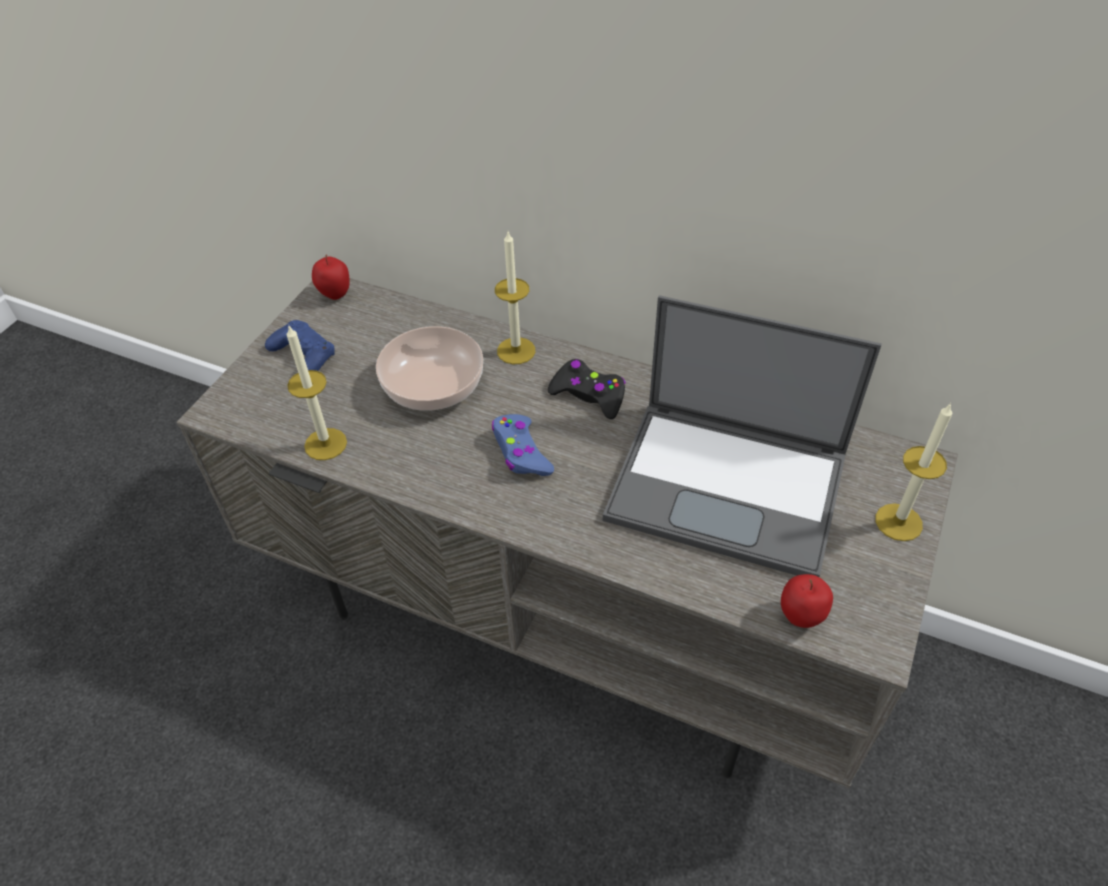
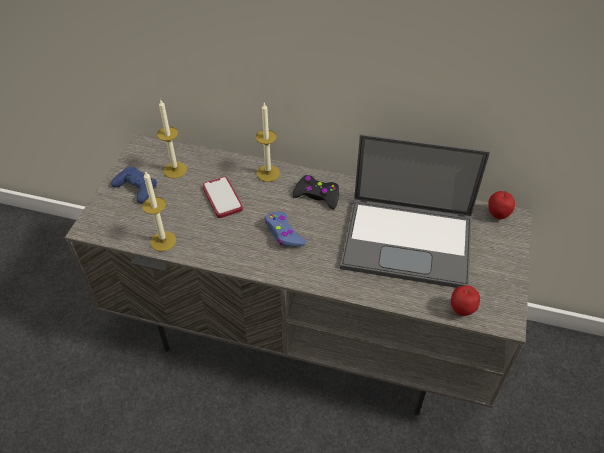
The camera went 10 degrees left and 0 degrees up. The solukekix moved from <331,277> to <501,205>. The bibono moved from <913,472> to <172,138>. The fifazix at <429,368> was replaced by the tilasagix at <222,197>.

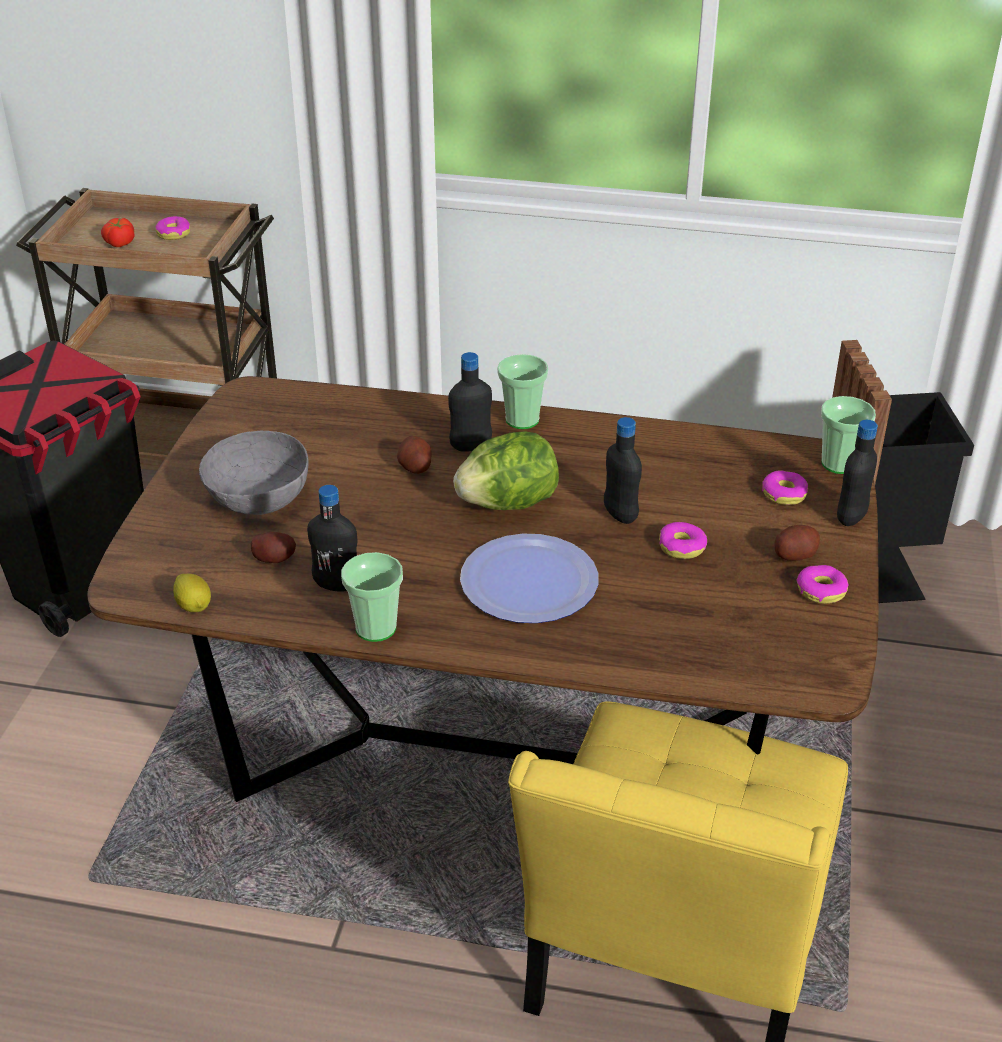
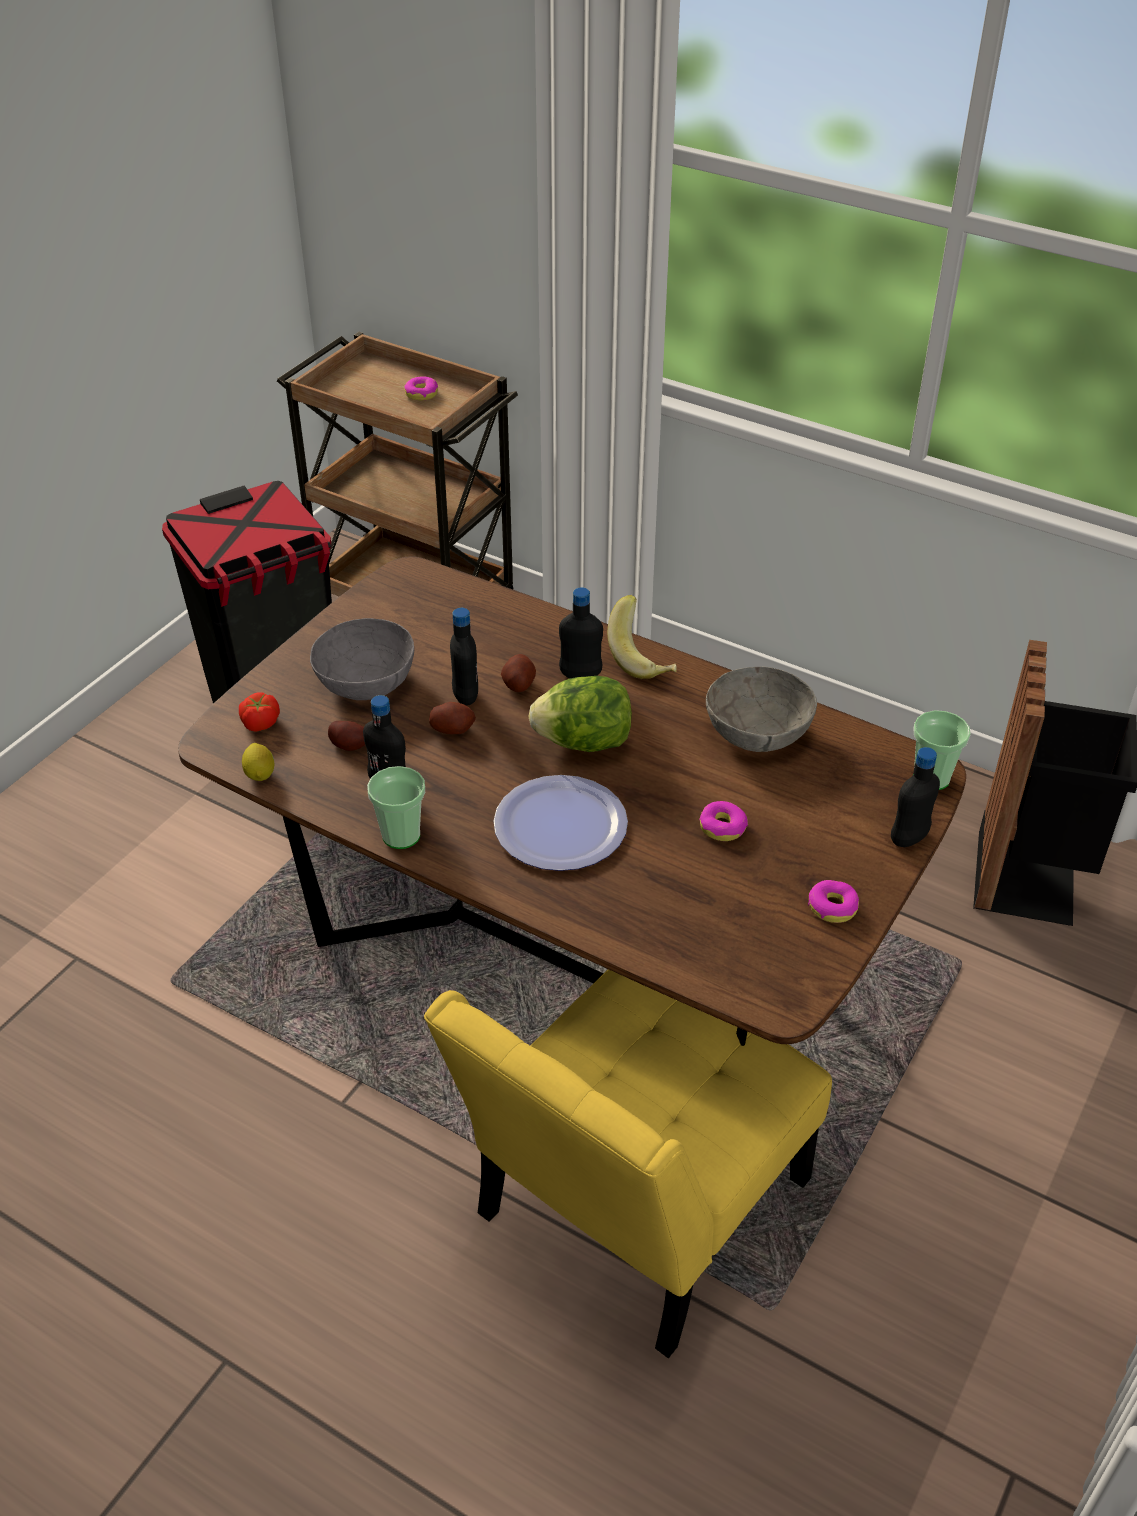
The camera went 20 degrees right and 5 degrees up. The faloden at <785,487> disappeared. The grey_fifazix at <761,709> appeared. The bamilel moved from <117,232> to <259,712>. The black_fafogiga moved from <623,470> to <464,657>. The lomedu moved from <797,543> to <452,718>. The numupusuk at <523,391> was replaced by the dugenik at <642,637>.

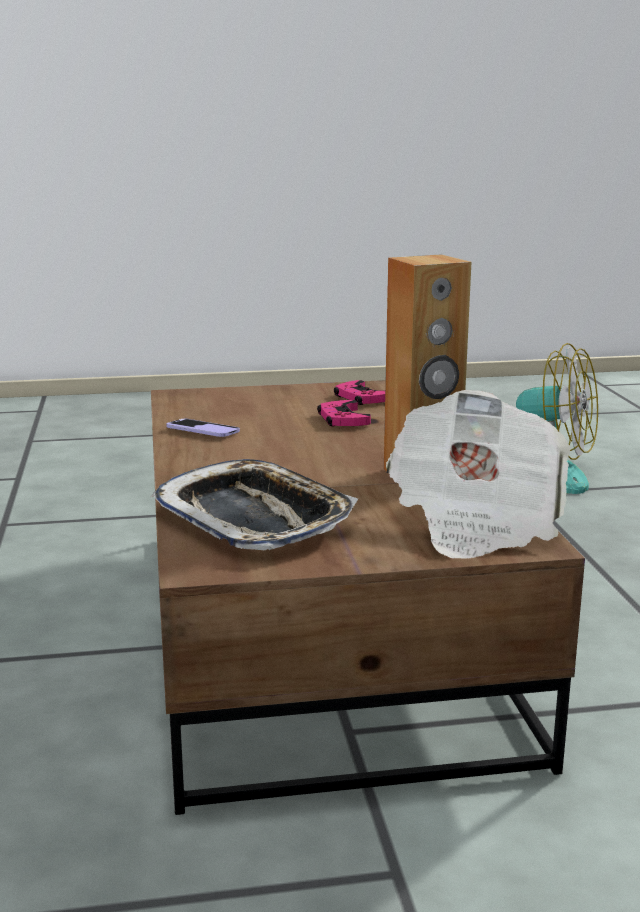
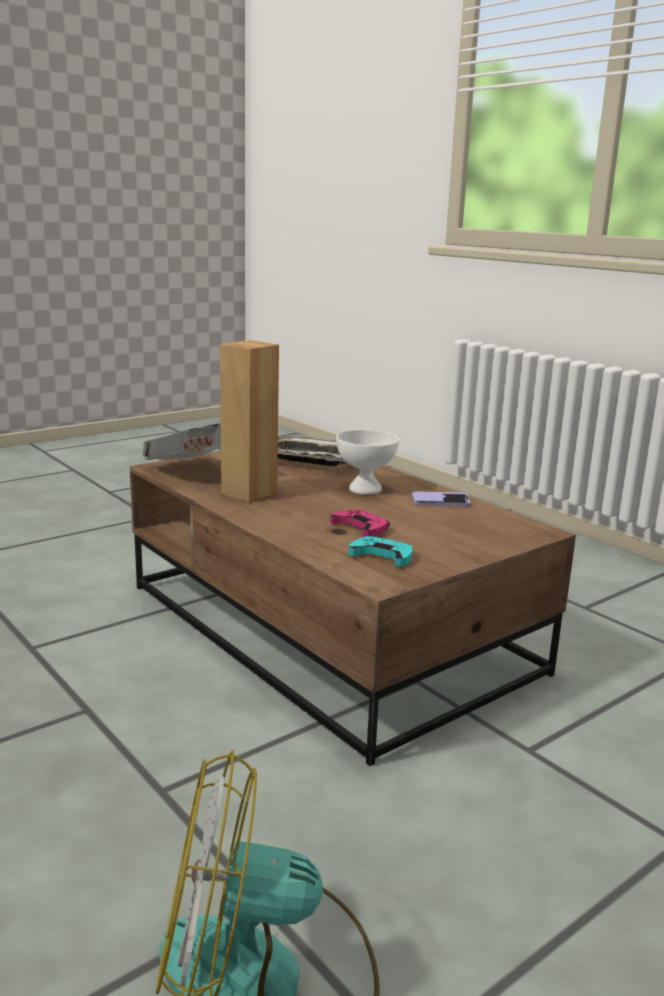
The camera went 150 degrees right and 0 degrees up. The white_fifazix at <367,462> appeared. The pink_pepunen at <359,392> became the turquoise_pepunen at <380,551>.

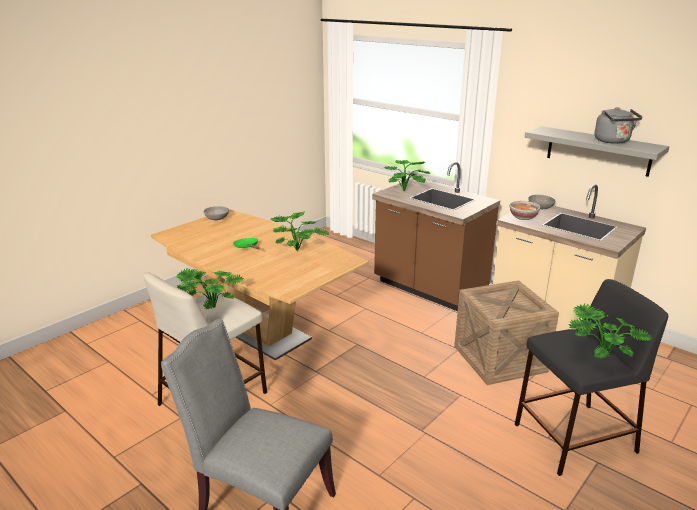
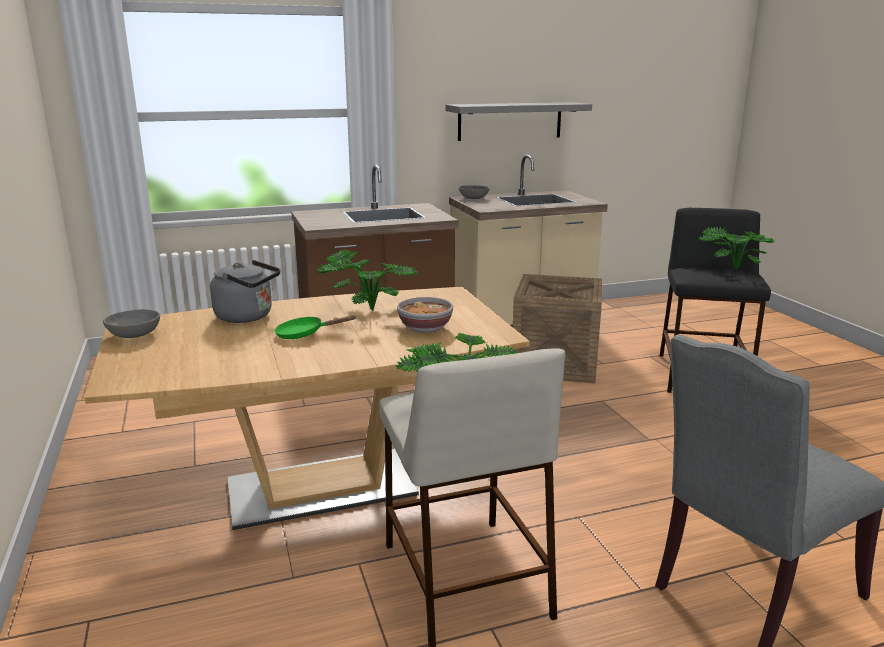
The camera went 60 degrees left and 5 degrees down. The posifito at <407,175> disappeared. The fifazix moved from <525,210> to <425,315>. The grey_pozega moved from <618,125> to <245,291>.

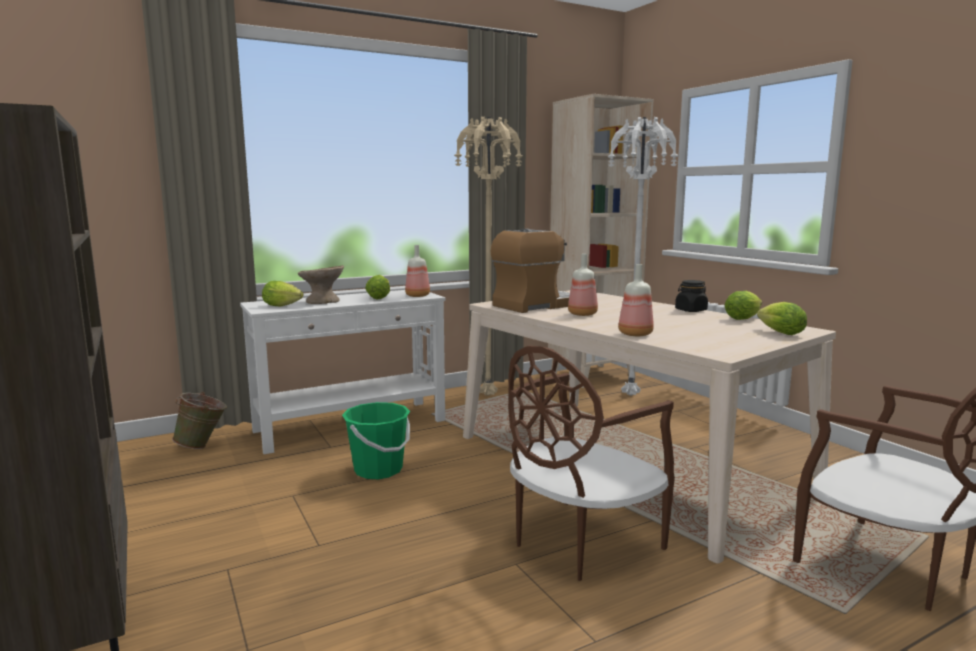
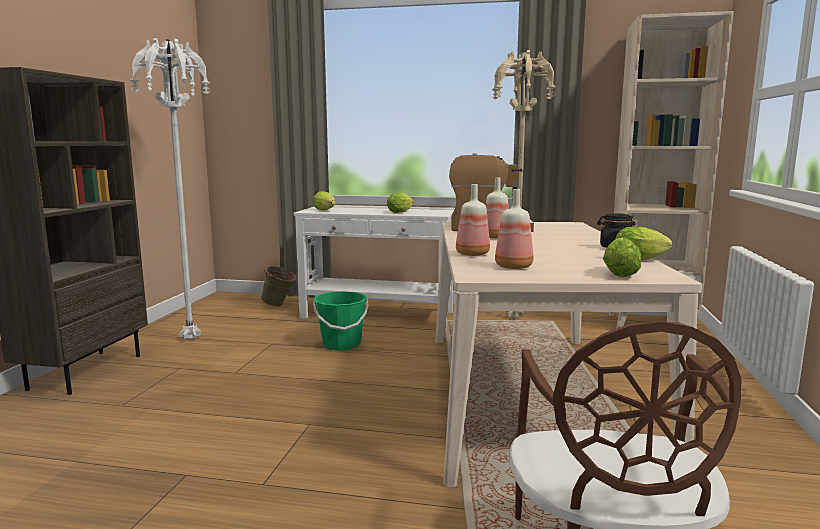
The camera went 40 degrees right and 0 degrees up. The beige_fifazix at <321,284> disappeared. The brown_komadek at <591,463> disappeared. The fafogiga moved from <417,271> to <514,229>. The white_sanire moved from <643,256> to <170,188>.

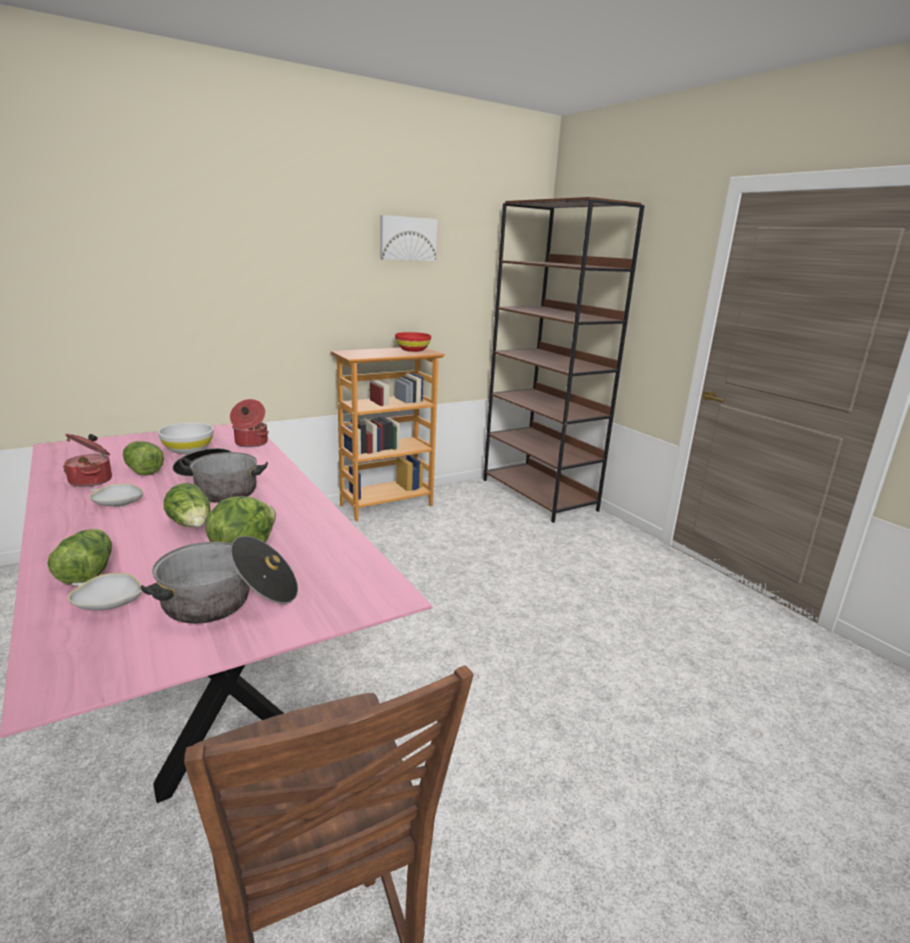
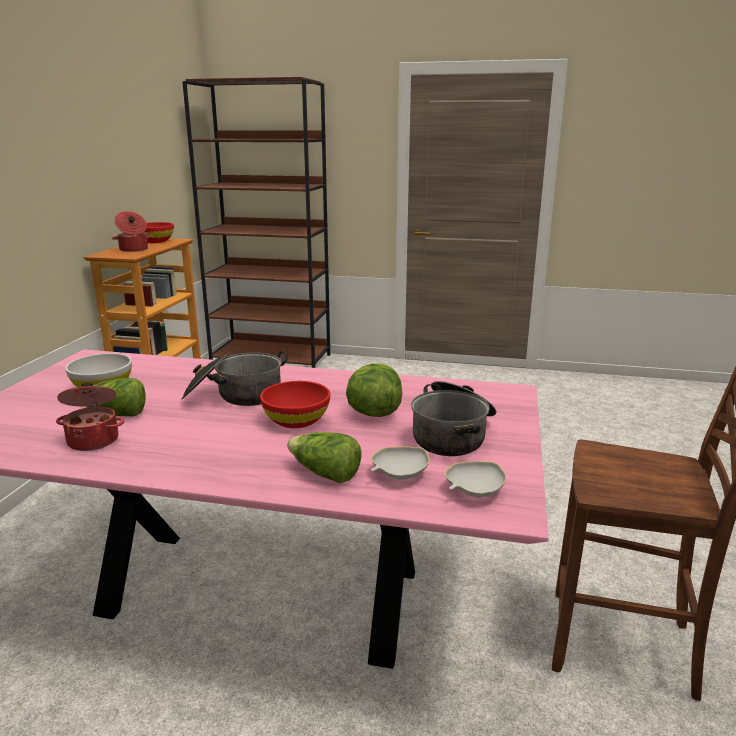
The camera went 45 degrees left and 0 degrees up. The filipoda at <408,238> disappeared. The white_fifazix moved from <116,495> to <475,479>. The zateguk moved from <249,423> to <132,231>. The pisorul at <187,505> was replaced by the red_fifazix at <295,404>.

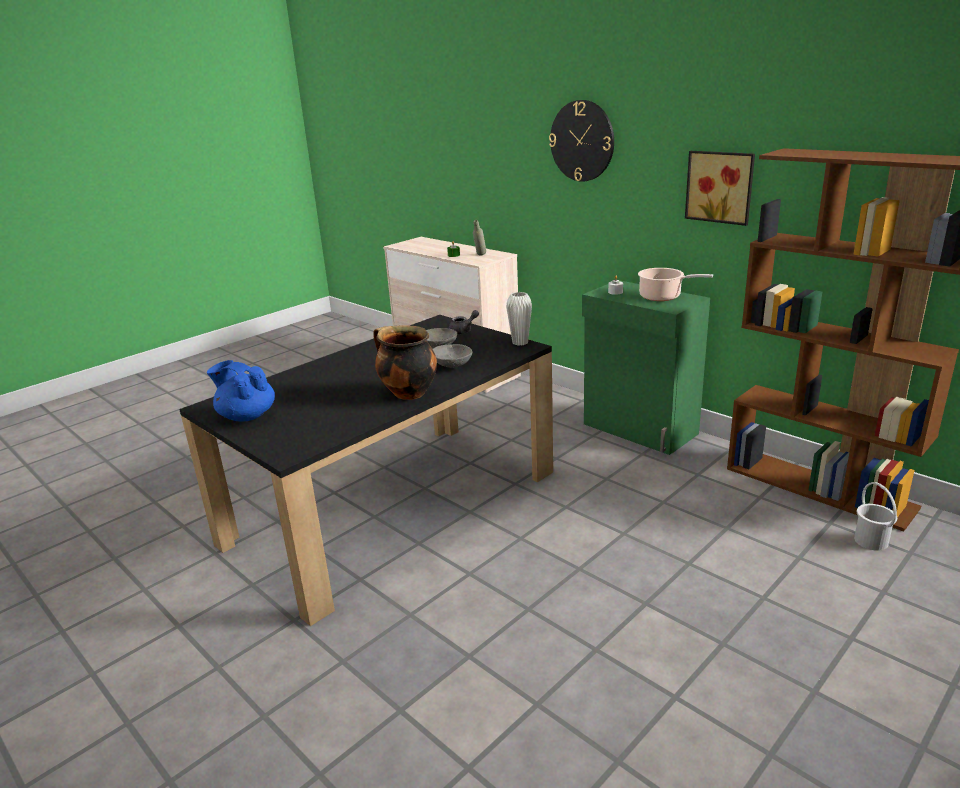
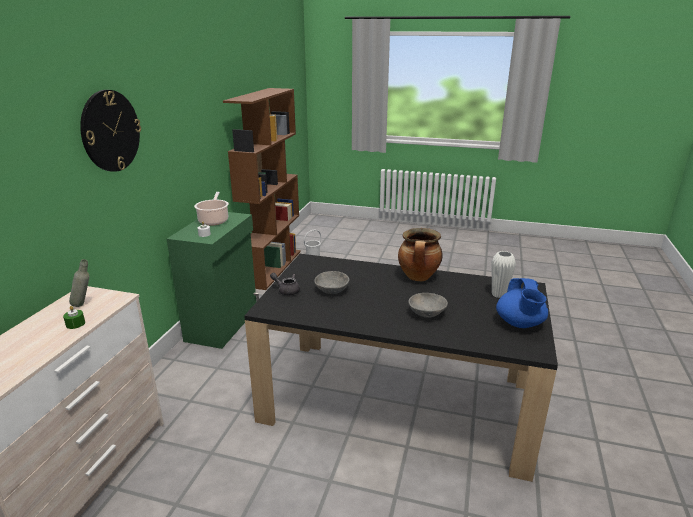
The camera went 120 degrees left and 0 degrees up. The filipoda at <720,188> disappeared. The grey_fifazix moved from <452,356> to <428,305>. The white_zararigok moved from <519,319> to <504,274>.

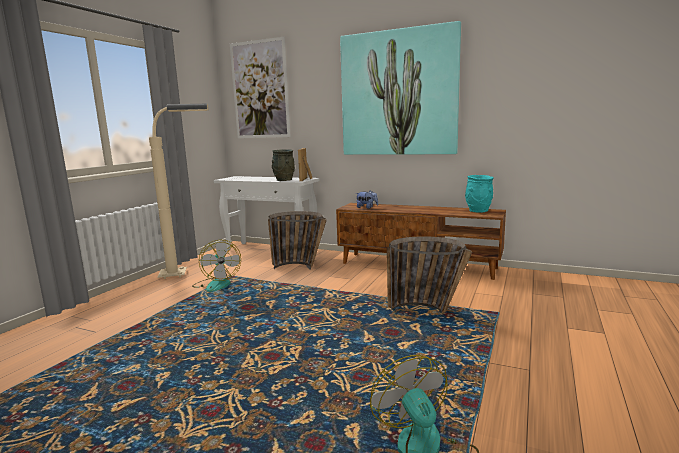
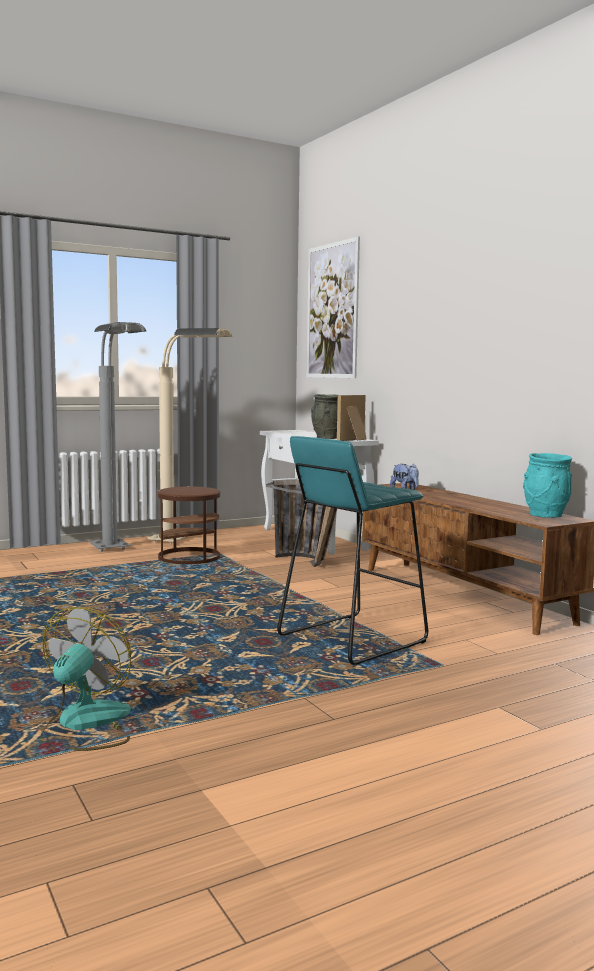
The camera went 35 degrees right and 5 degrees down. The filipoda at <400,88> disappeared. The grey_sanire at <117,437> appeared. The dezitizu at <216,266> was replaced by the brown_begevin at <189,525>. The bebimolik at <429,276> was replaced by the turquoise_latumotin at <352,550>.

